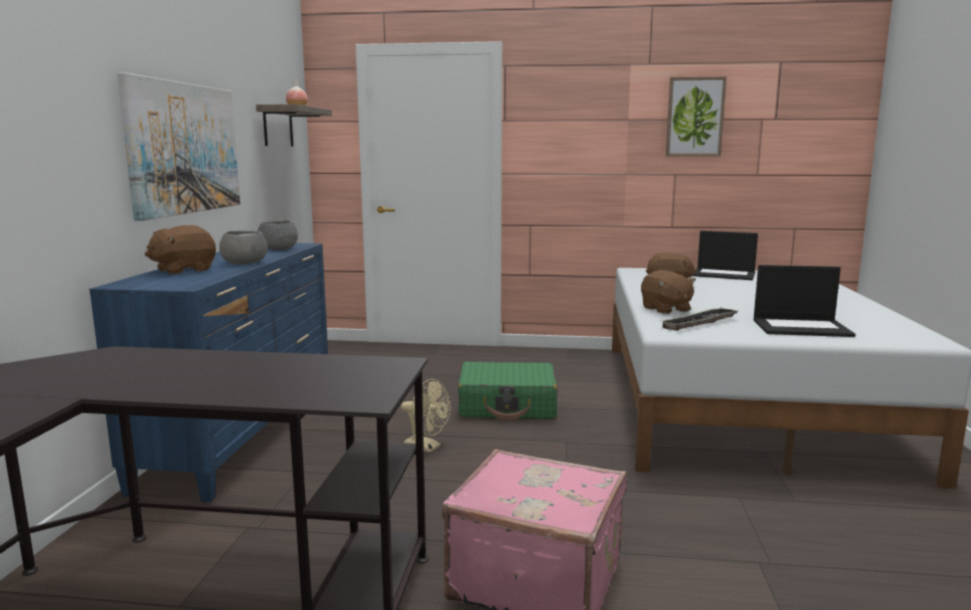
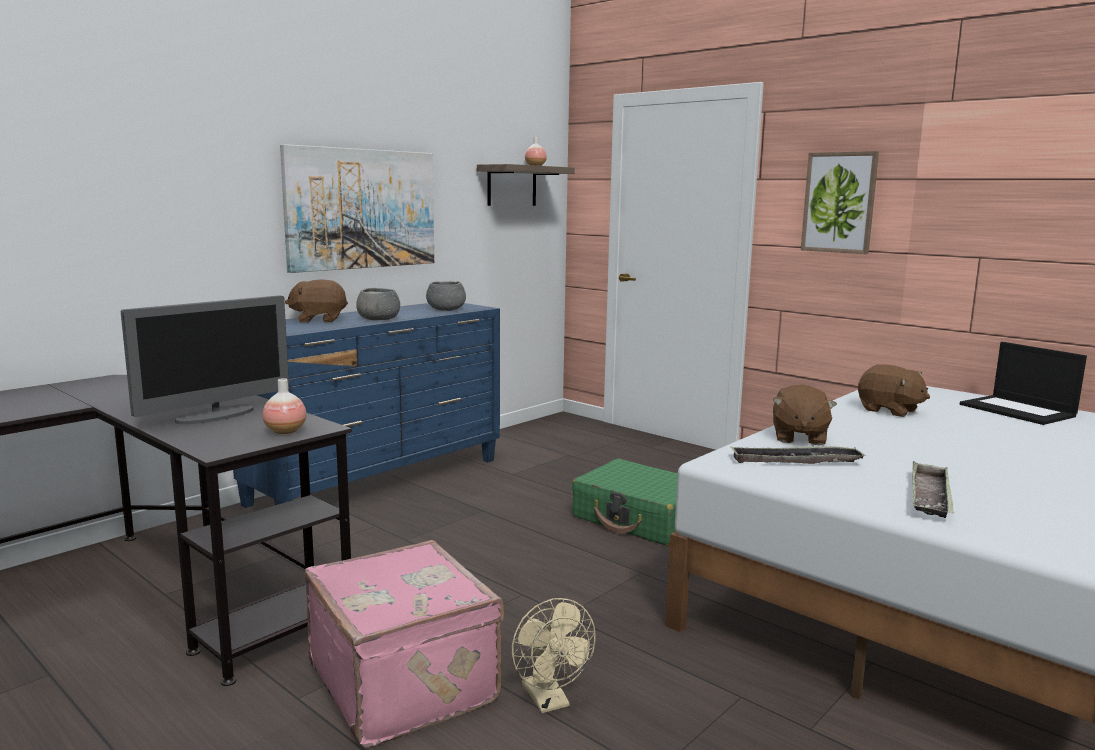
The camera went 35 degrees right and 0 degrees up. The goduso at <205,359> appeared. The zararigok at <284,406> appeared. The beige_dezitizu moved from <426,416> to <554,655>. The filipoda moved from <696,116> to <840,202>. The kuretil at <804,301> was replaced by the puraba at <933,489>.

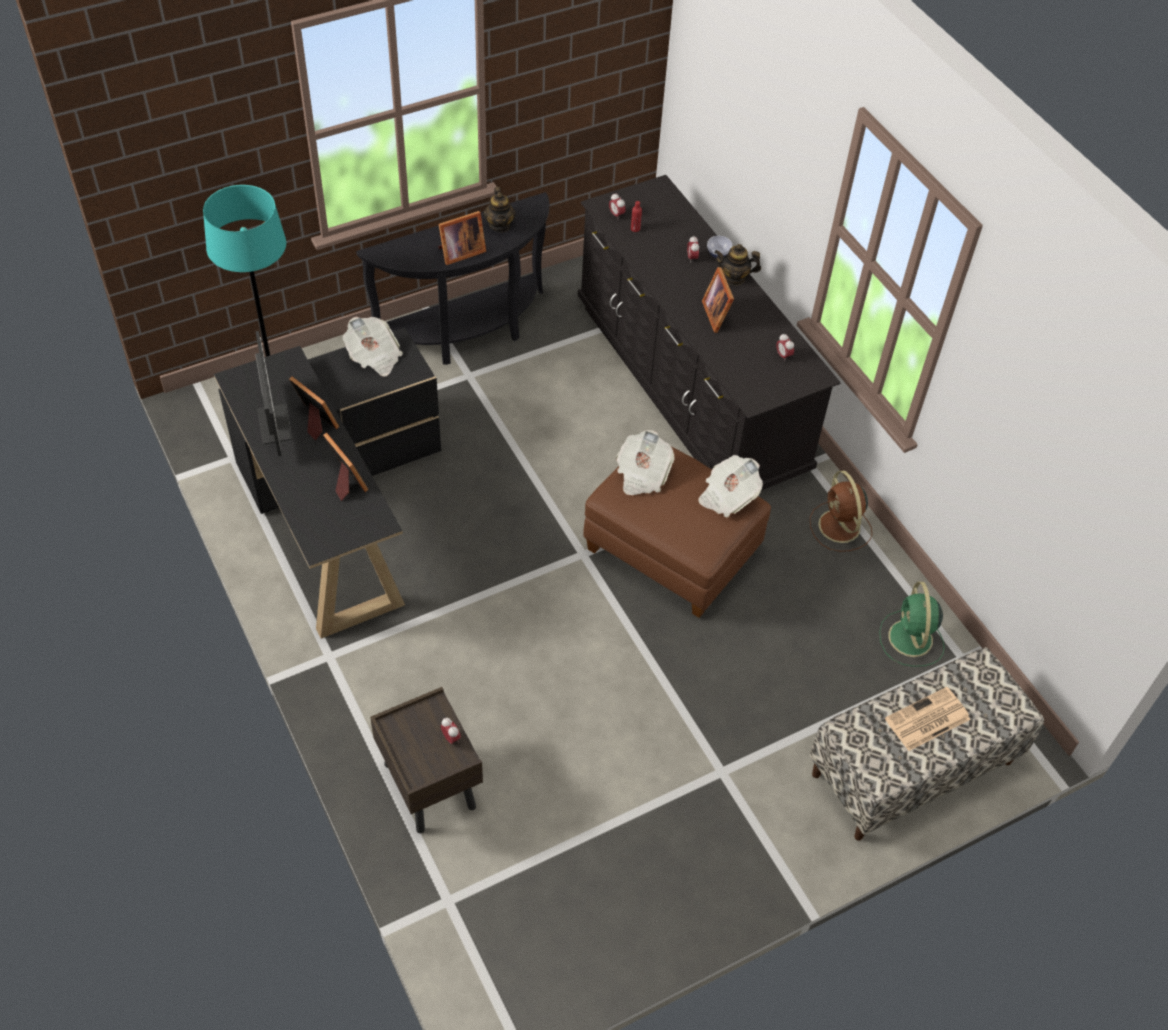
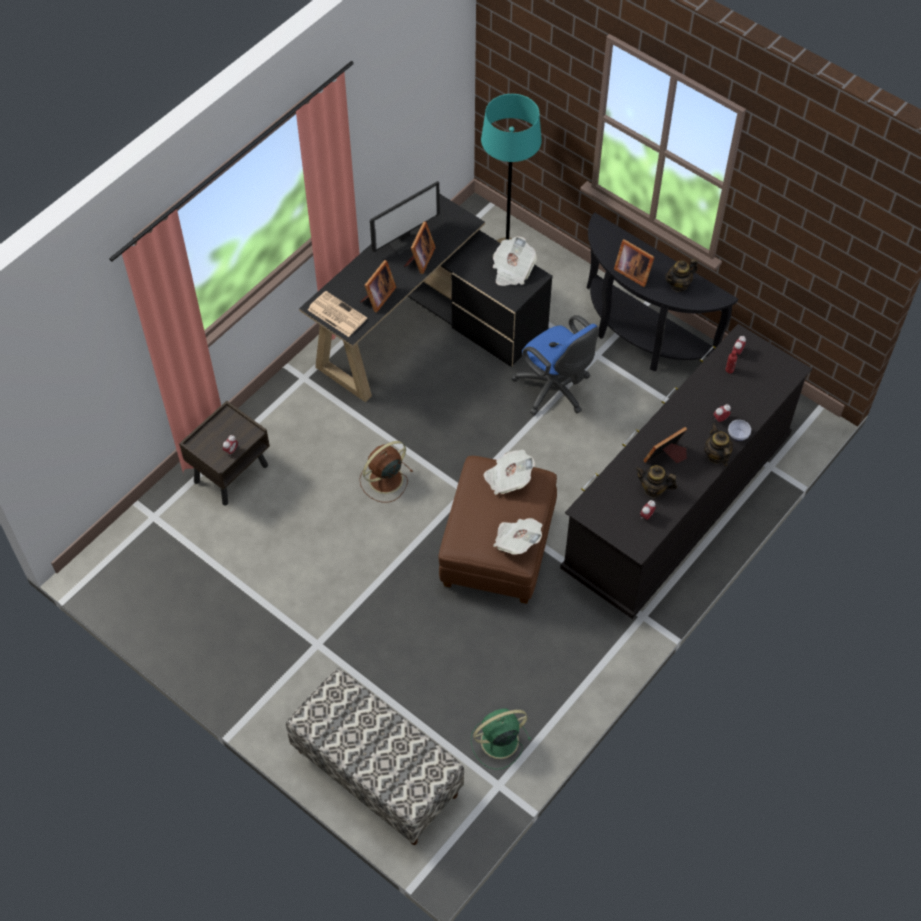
The camera went 70 degrees right and 5 degrees up. The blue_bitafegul at <555,365> appeared. The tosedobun at <656,481> appeared. The brown_dezitizu moved from <841,511> to <386,472>. The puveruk moved from <928,719> to <337,314>.

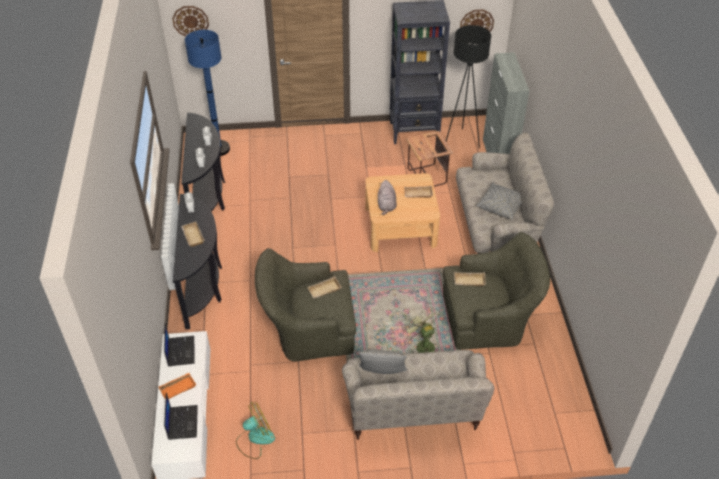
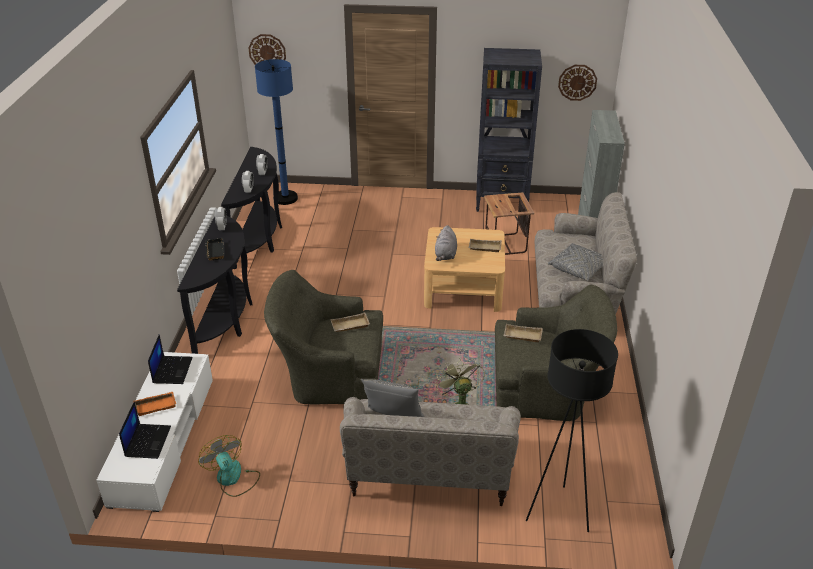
The camera went 10 degrees right and 10 degrees down. The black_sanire moved from <468,86> to <572,430>. The beige_puraba at <193,234> became the black_puraba at <215,249>. The dezitizu at <255,430> turned 105 degrees counterclockwise.

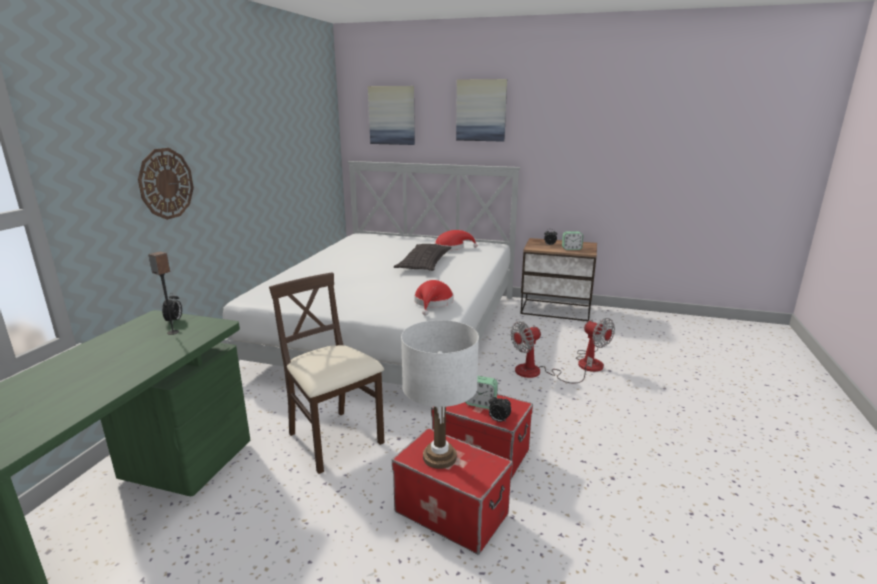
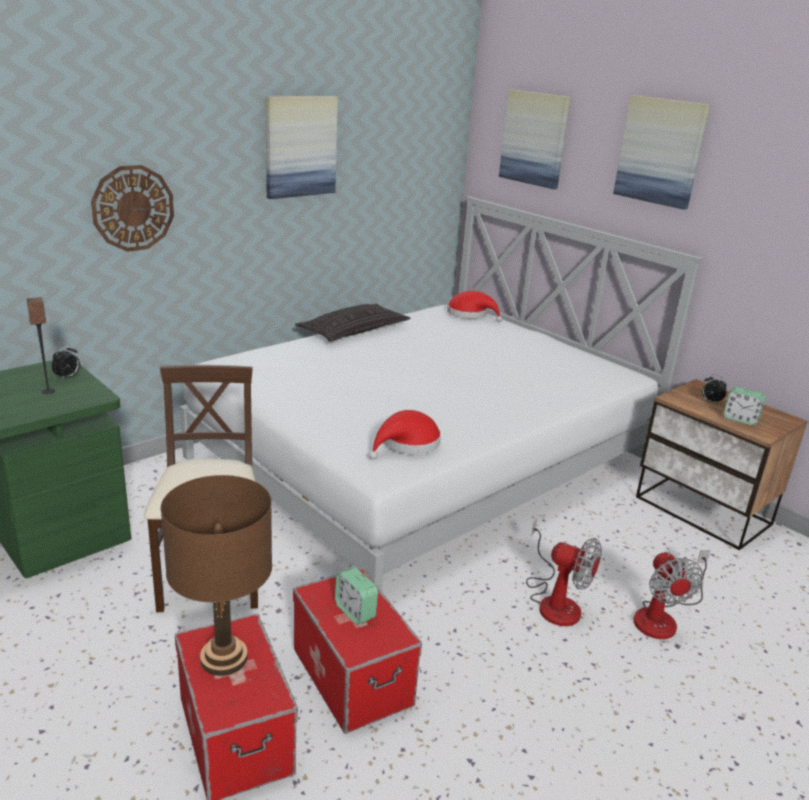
The camera went 30 degrees right and 5 degrees up. The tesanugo at <500,409> disappeared. The filipoda at <302,147> appeared. The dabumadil moved from <423,257> to <352,322>. The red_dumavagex moved from <456,240> to <474,306>. The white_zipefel at <440,394> became the brown_zipefel at <216,575>. The dezitizu at <551,353> turned 150 degrees counterclockwise.

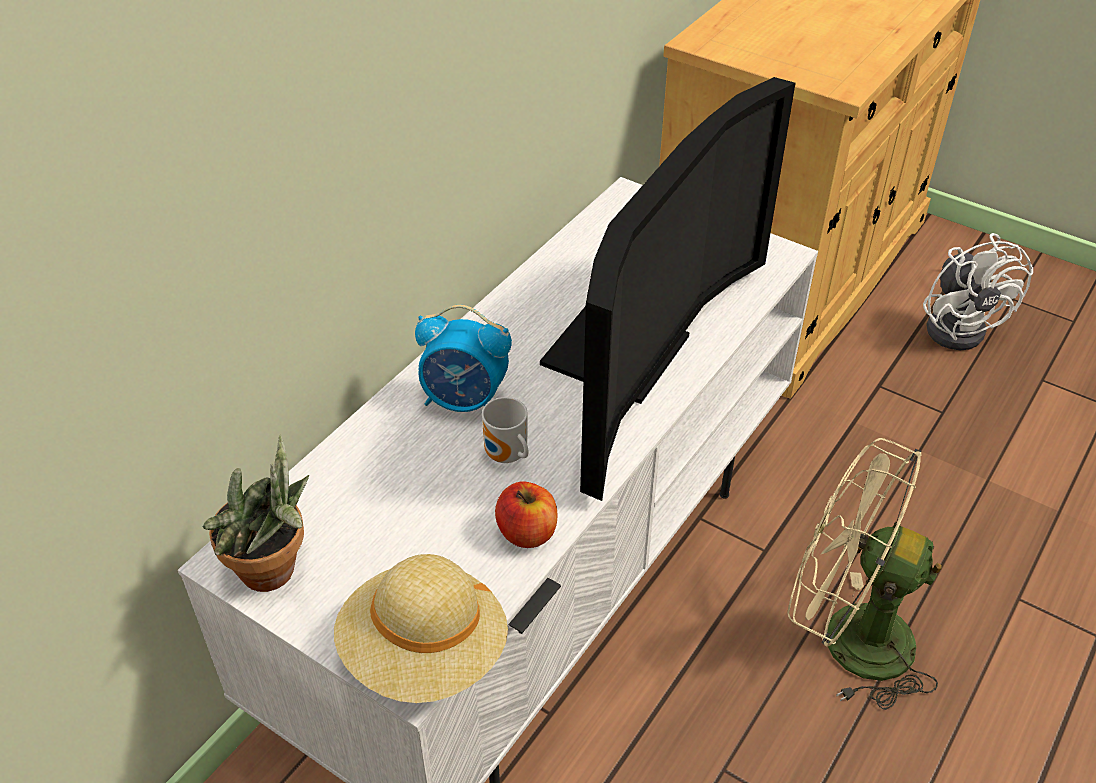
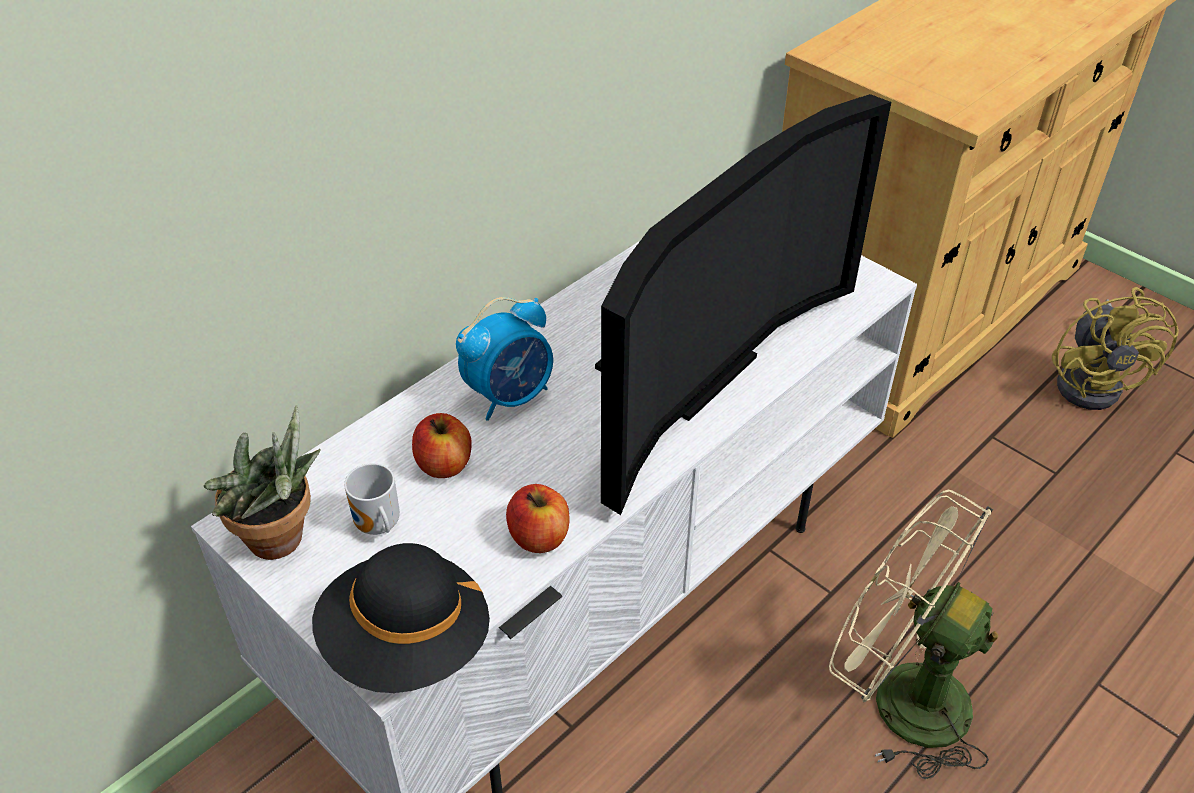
The camera went 10 degrees right and 0 degrees up. The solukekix at <442,445> appeared. The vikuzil moved from <505,430> to <372,499>. The beige_dumavagex at <421,628> became the black_dumavagex at <401,618>. The white_dezitizu at <978,291> became the yellow_dezitizu at <1115,348>. The tesanugo at <463,358> turned 60 degrees counterclockwise.

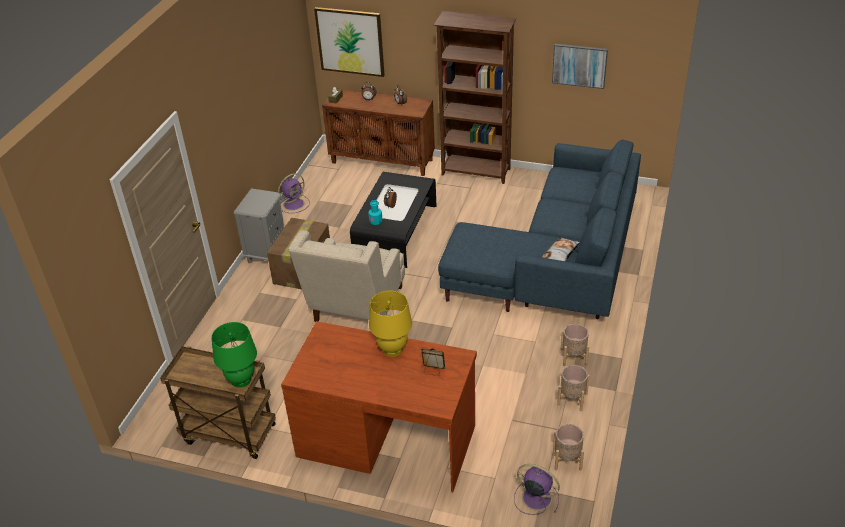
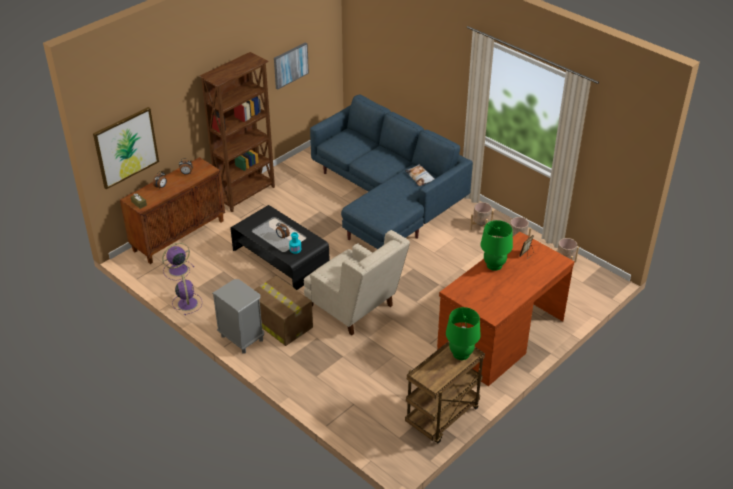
The camera went 65 degrees left and 0 degrees up. The purple_dezitizu moved from <537,489> to <178,261>. The yellow_zipefel at <390,324> became the green_zipefel at <496,245>.

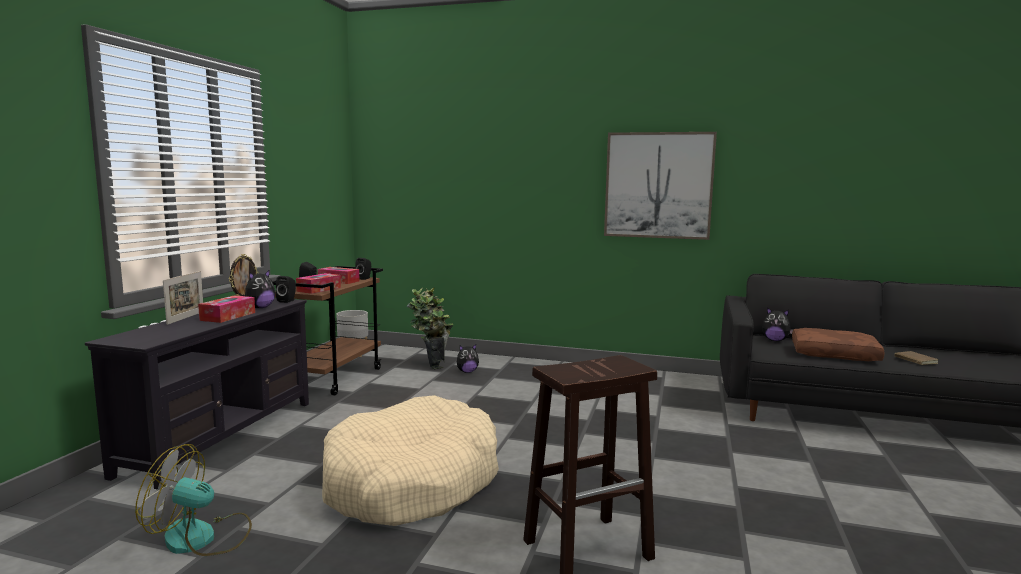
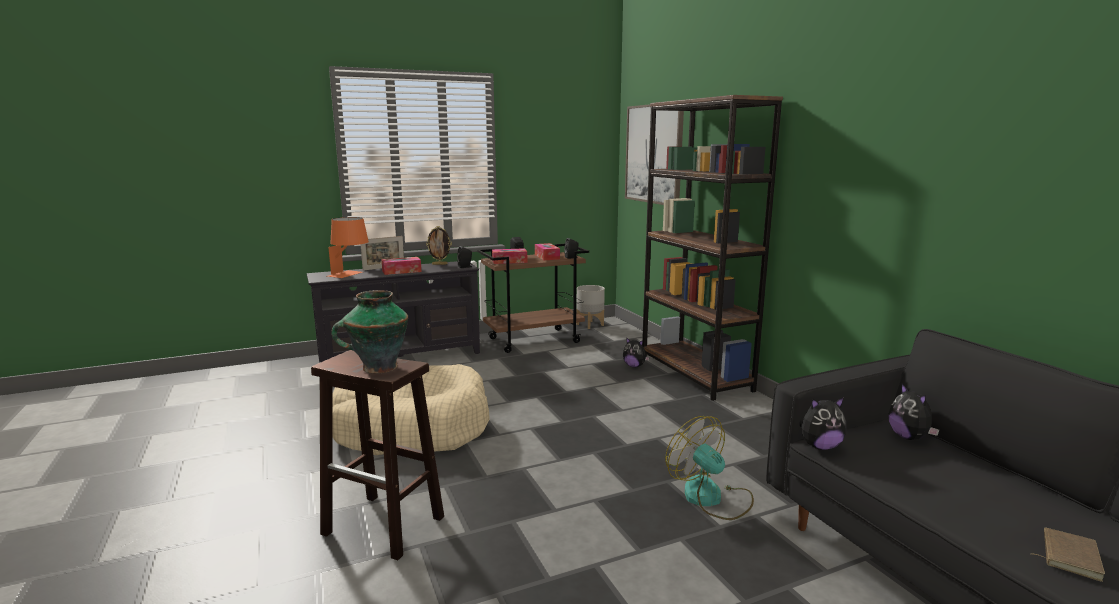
The camera went 50 degrees right and 5 degrees up. The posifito at <430,328> disappeared. The brown_dabumadil at <838,344> disappeared. The orange_zipefel at <348,247> appeared. The zararigok at <369,331> appeared. The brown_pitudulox at <712,248> appeared. The dezitizu moved from <193,500> to <709,468>. The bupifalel moved from <258,289> to <823,423>. The filipoda moved from <660,186> to <654,154>.

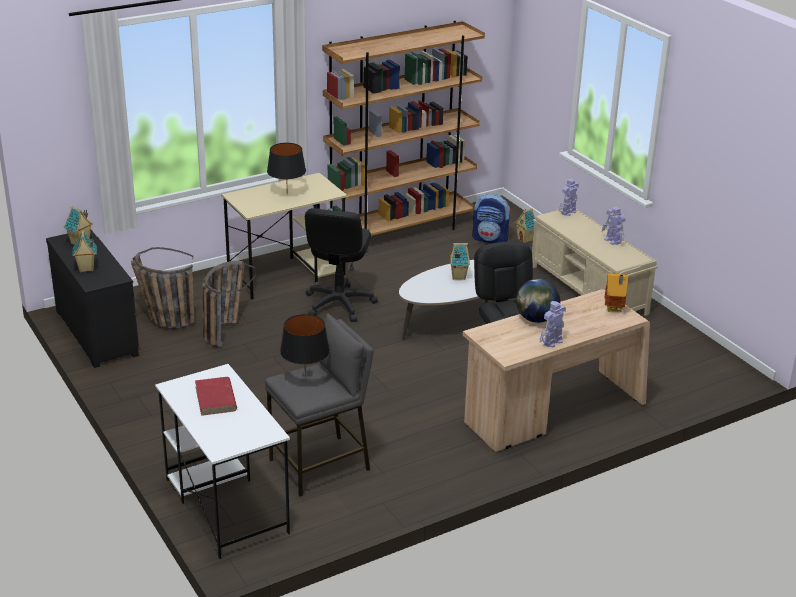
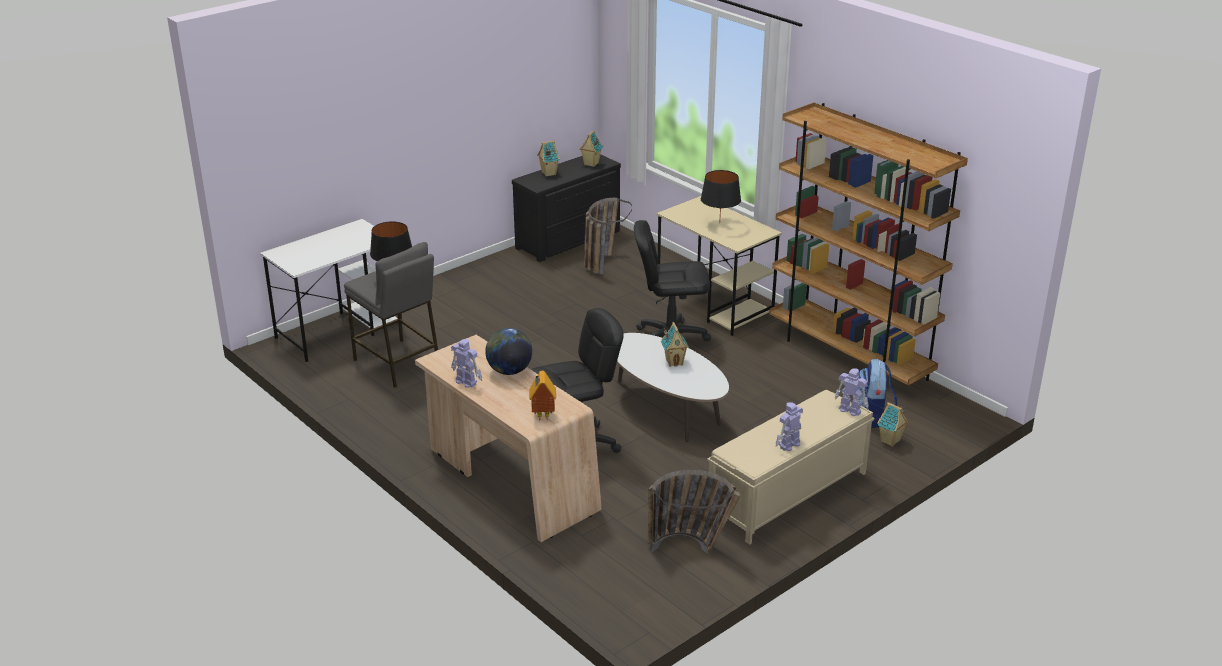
The camera went 80 degrees right and 0 degrees up. The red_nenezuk at <216,396> disappeared. The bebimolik moved from <229,304> to <694,512>.

